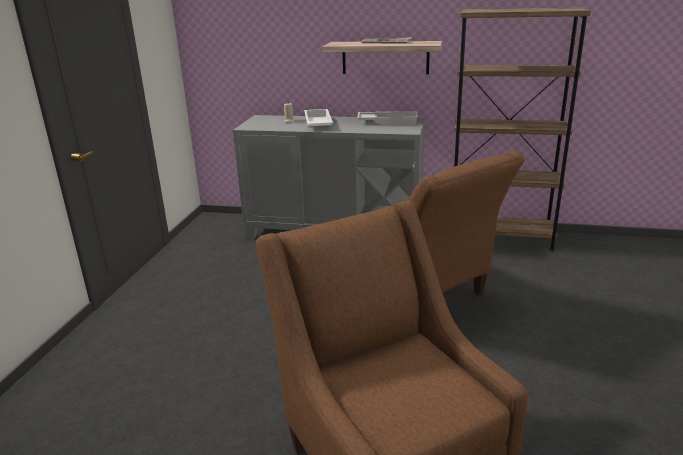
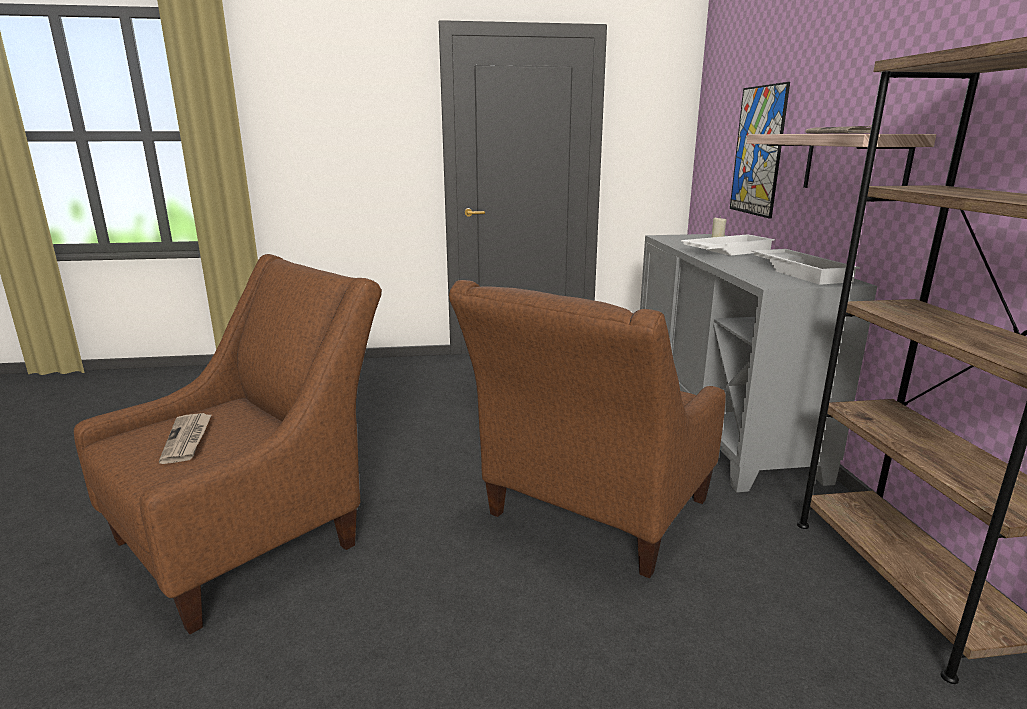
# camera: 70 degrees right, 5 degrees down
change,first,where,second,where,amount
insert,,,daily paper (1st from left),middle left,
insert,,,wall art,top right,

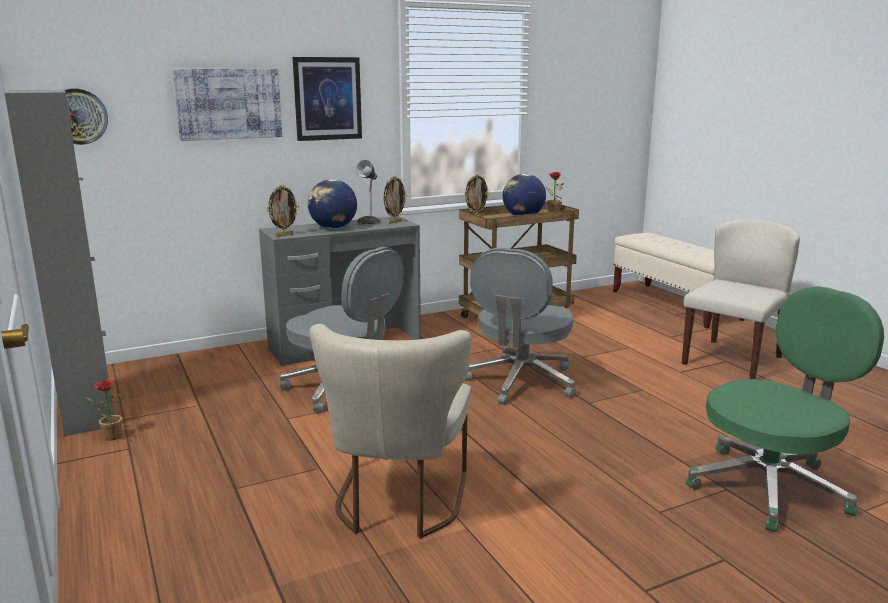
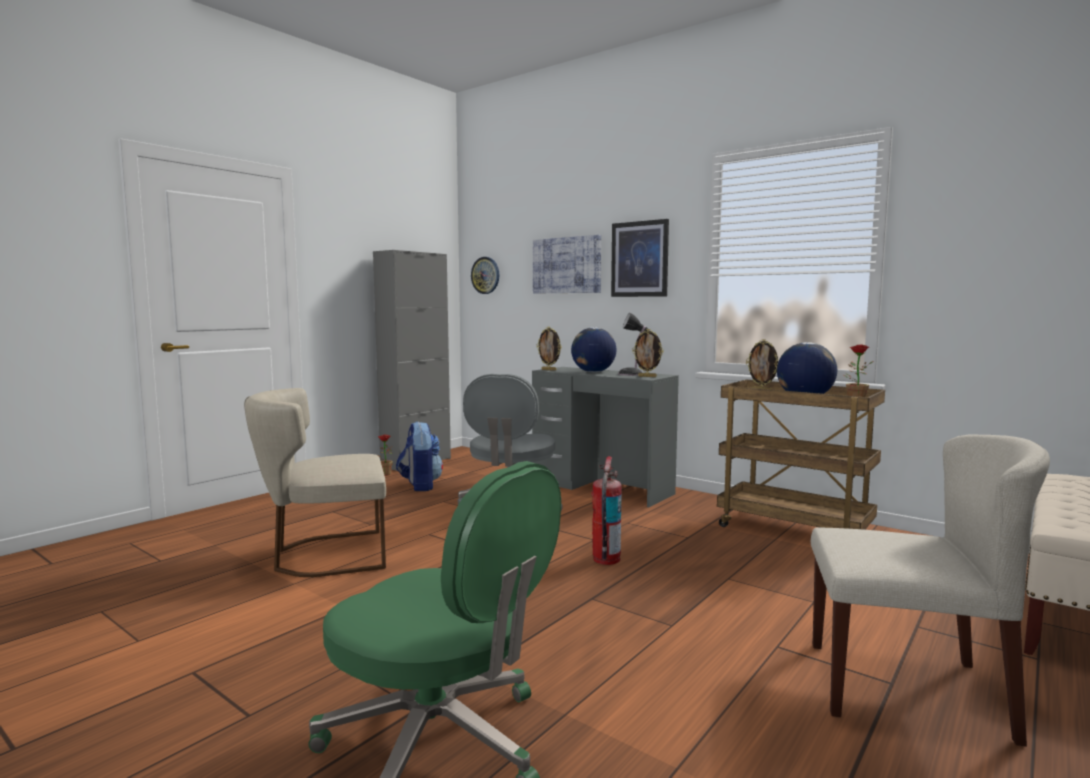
# camera: 65 degrees right, 10 degrees down
change,first,where,second,where,amount
replace,computer chair (grey) (2nd from left),centre,fire extinguisher,centre,
insert,,,rucksack,centre,

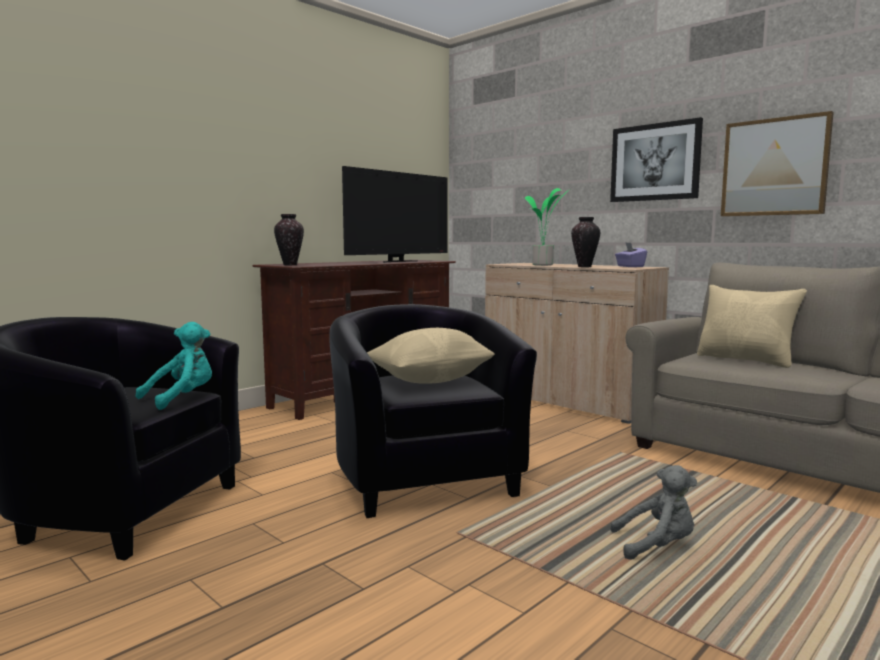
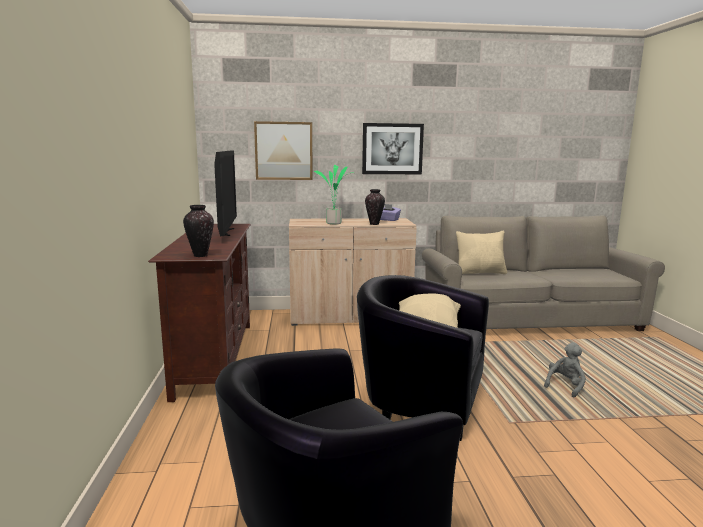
# camera: 50 degrees left, 5 degrees up
change,first,where,second,where,amount
delete,cuddly toy (turquoise-coloured),middle left,,,
move,wall art (2nd from left in the first image),top right,wall art (1st from left),top centre,

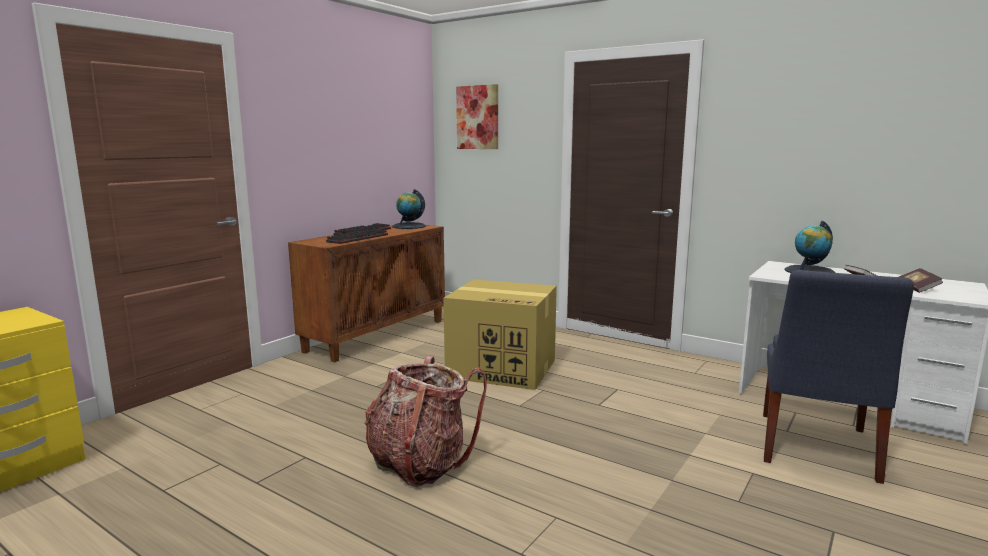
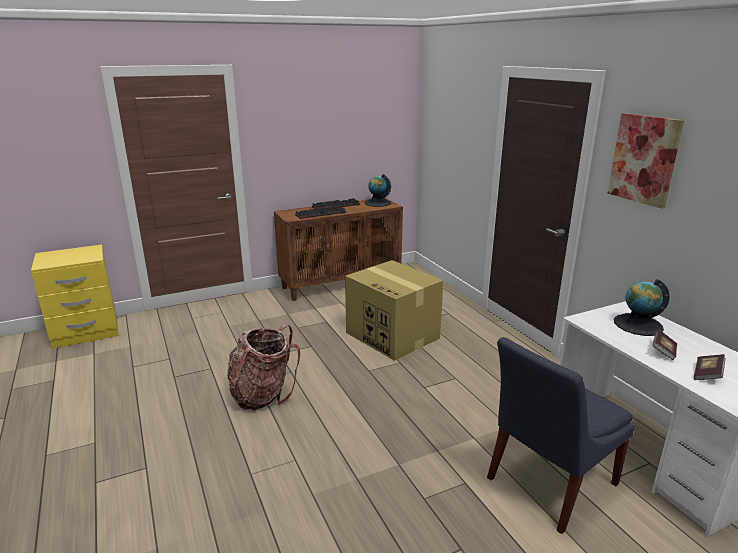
# camera: 30 degrees right, 10 degrees up
change,first,where,second,where,amount
move,wall art,top centre,,top right,

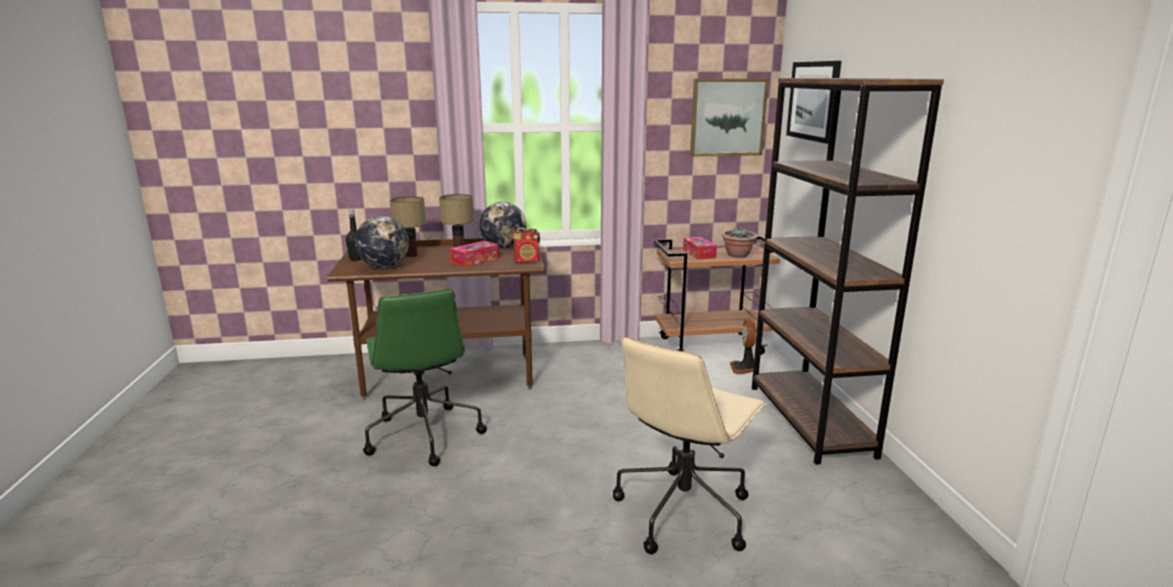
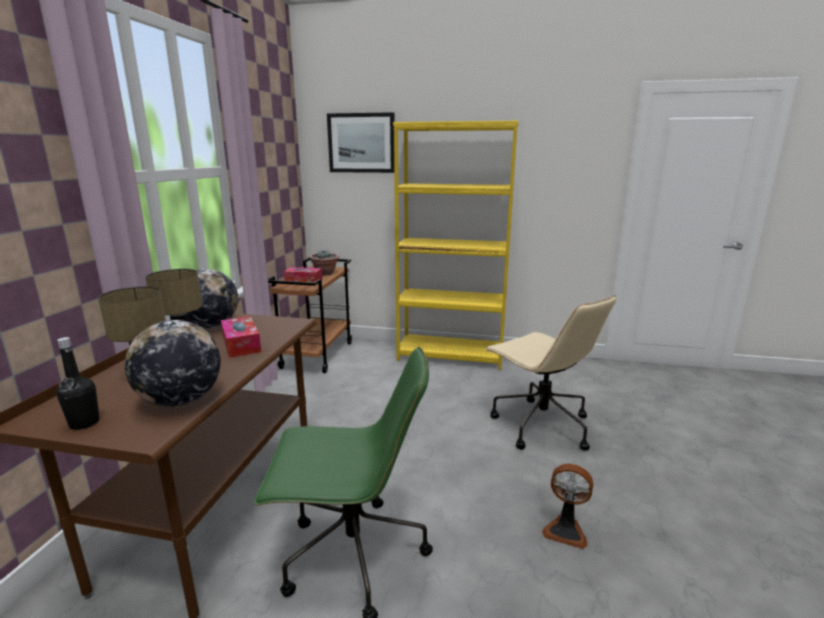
# camera: 70 degrees left, 0 degrees up
change,first,where,second,where,amount
delete,radio,centre,,,
delete,wall art (1st from left),top centre,,,
move,cooling fan,centre,,bottom right,
recolor,bookcase (brown-coloured),middle right,bookcase (yellowish),centre,

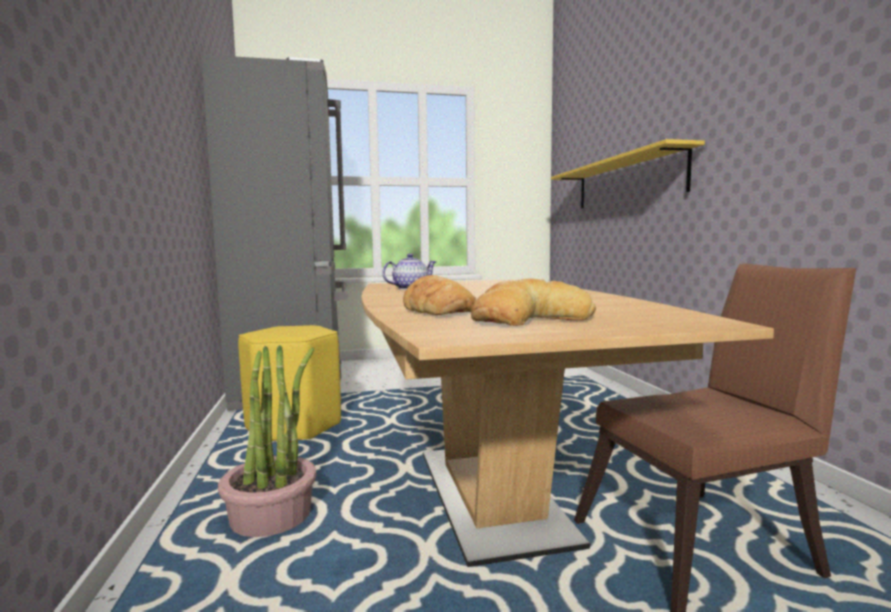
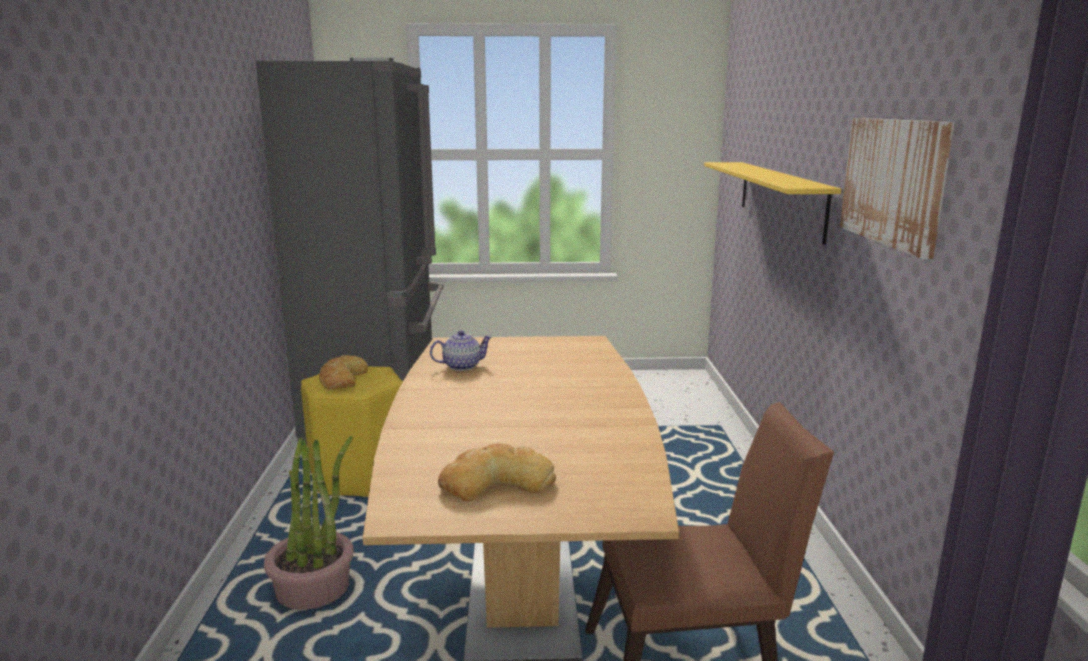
# camera: 10 degrees right, 10 degrees up
change,first,where,second,where,amount
move,bread (1st from left),centre,,middle left,
insert,,,wall art,top right,

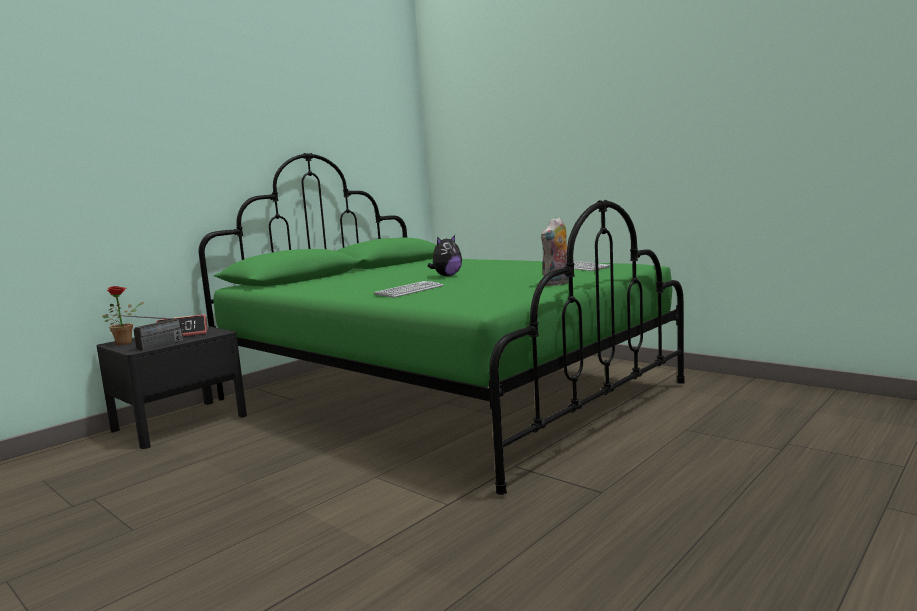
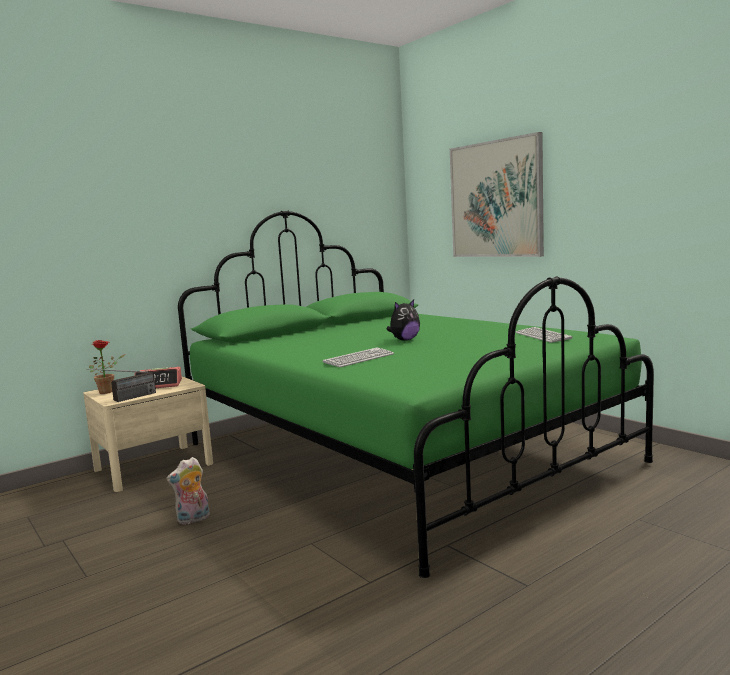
# camera: 10 degrees right, 0 degrees up
change,first,where,second,where,amount
recolor,bedside table (black-coloured),middle left,bedside table (sand-coloured),middle left,
move,cuddly toy (2nd from left in the first image),centre,cuddly toy (1st from left),bottom left,
insert,,,wall art,top right,

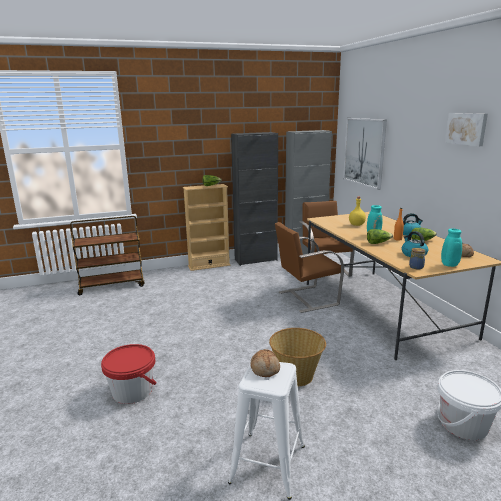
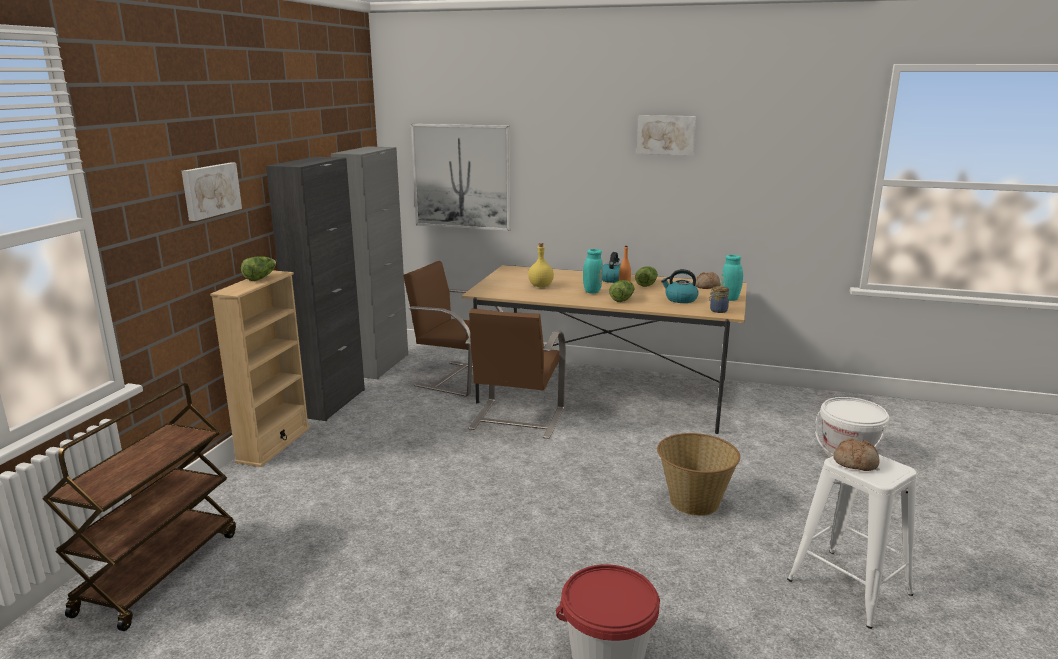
# camera: 55 degrees left, 0 degrees up
change,first,where,second,where,amount
insert,,,wall art (1st from left),top left,

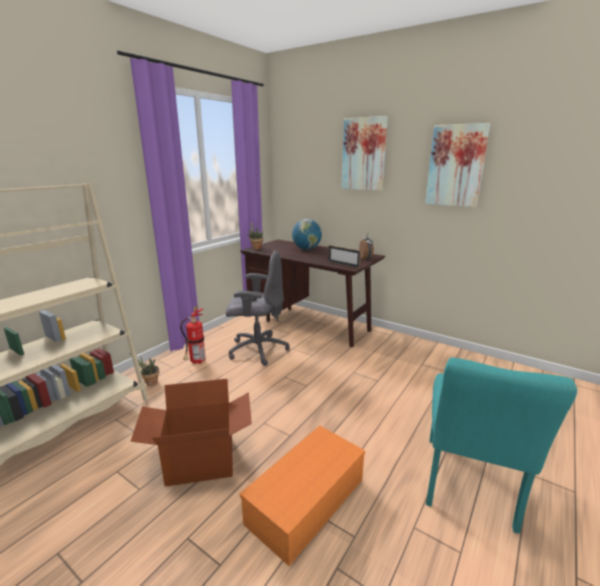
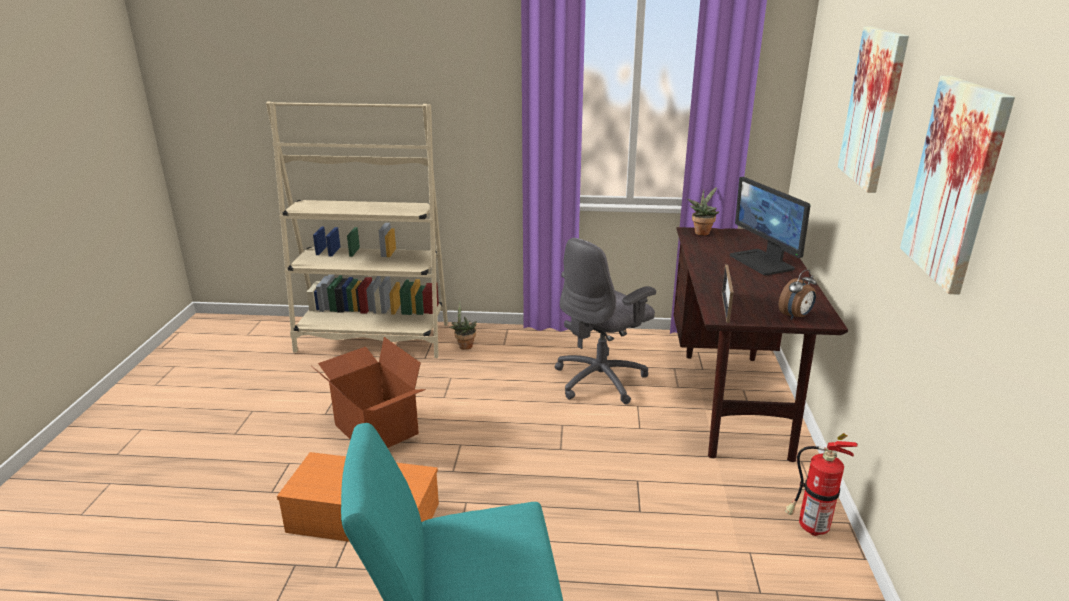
# camera: 60 degrees right, 5 degrees up
change,first,where,second,where,amount
move,fire extinguisher,middle left,,bottom right,
rotate,computer chair (grey),centre,,centre,75 degrees clockwise
replace,desk globe,centre,monitor,middle right,

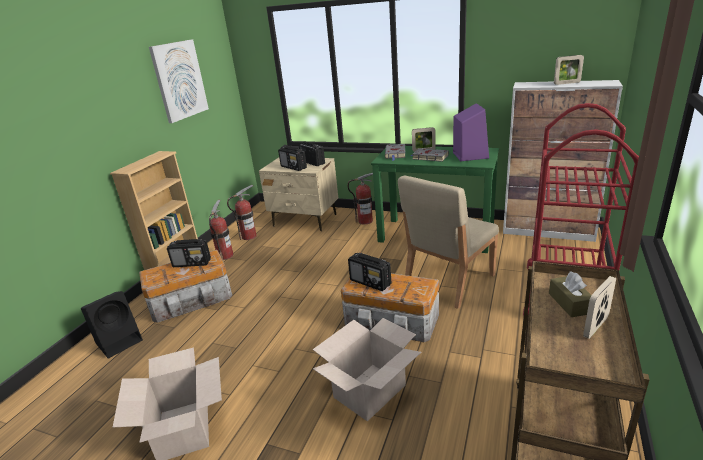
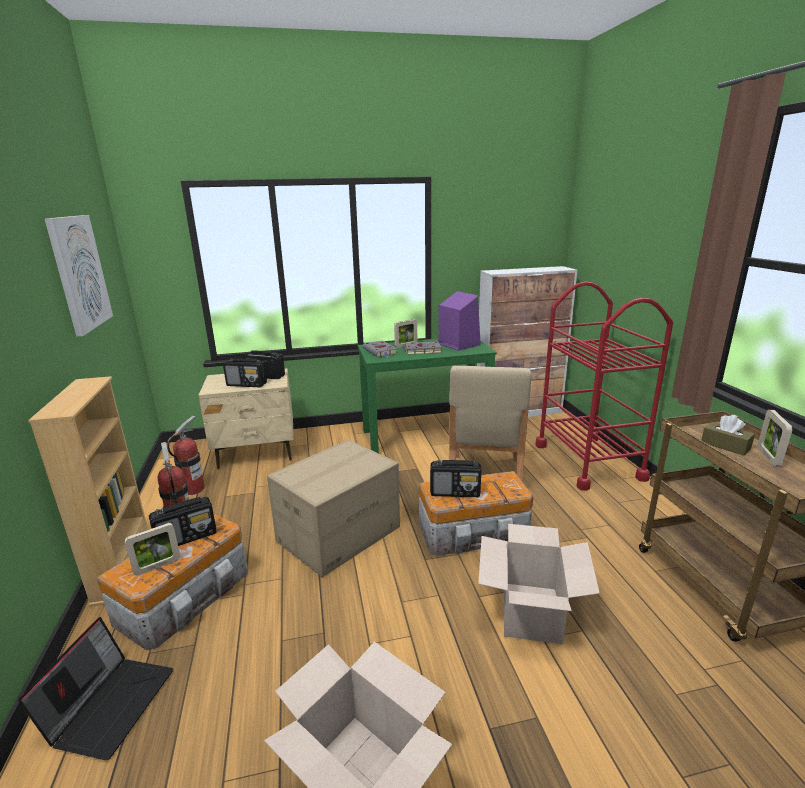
# camera: 35 degrees left, 5 degrees down
change,first,where,second,where,amount
replace,loudspeaker (black-coloured),bottom left,portable computer,bottom left,
delete,fire extinguisher (3rd from left),centre,,,
move,picture frame (2nd from left in the first image),top right,picture frame (1st from left),bottom left,
insert,,,carton (1st from left),centre,

